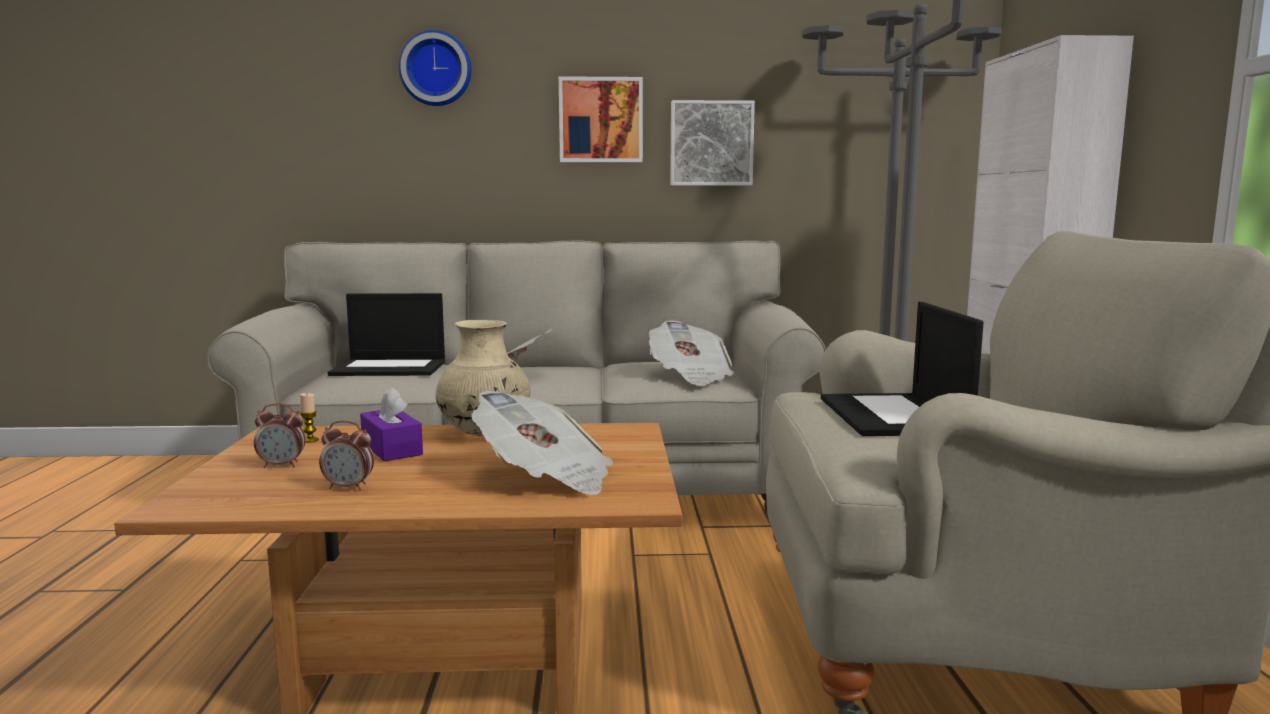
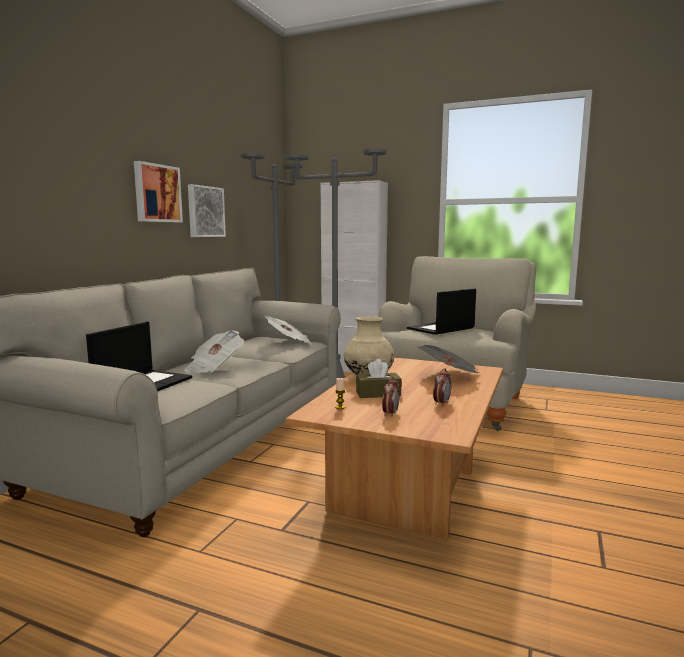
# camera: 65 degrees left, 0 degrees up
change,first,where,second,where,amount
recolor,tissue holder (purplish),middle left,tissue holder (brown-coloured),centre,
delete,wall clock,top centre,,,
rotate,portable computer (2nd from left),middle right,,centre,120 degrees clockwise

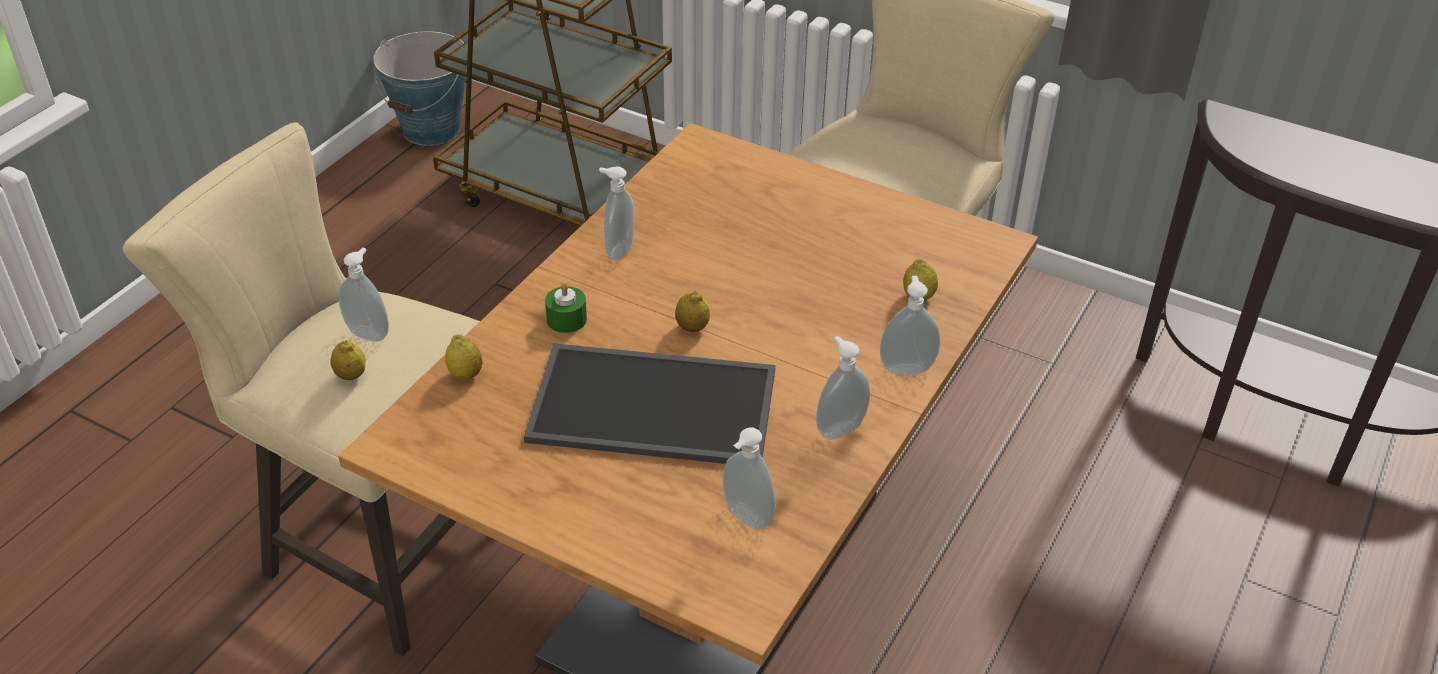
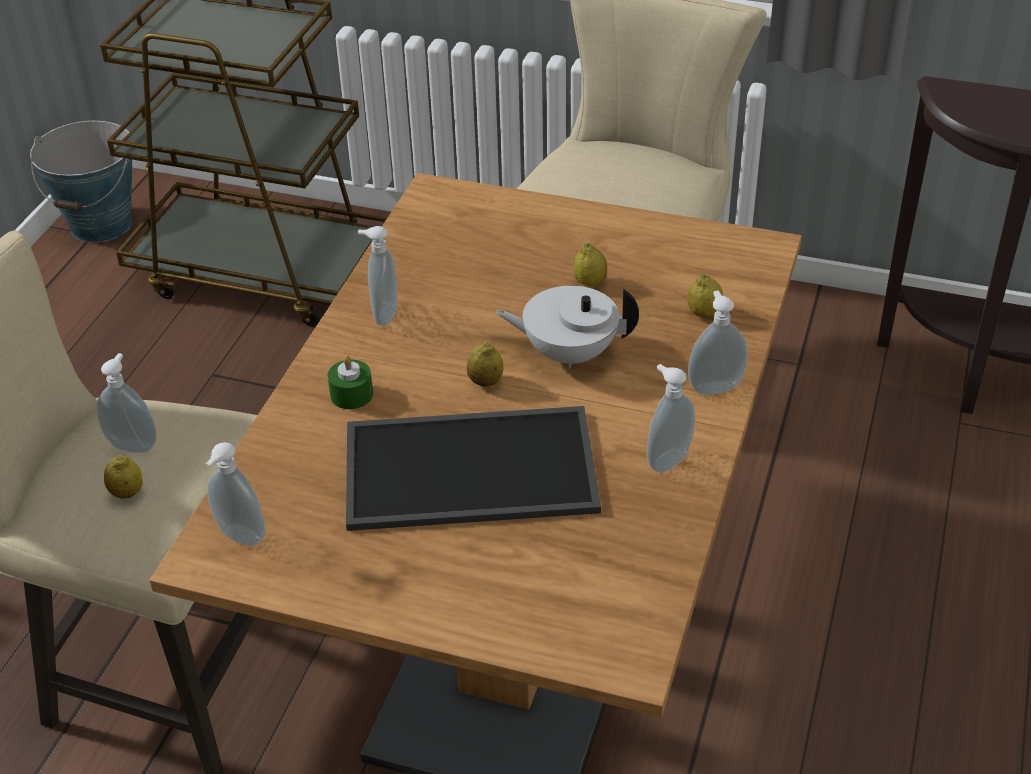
# camera: 10 degrees left, 0 degrees up
change,first,where,second,where,amount
move,whole lemon (2nd from left in the first image),middle left,whole lemon (3rd from left),centre,
move,soap bottle (3rd from left in the first image),bottom centre,soap bottle (2nd from left),middle left,
insert,,,teapot (white-coloured),centre,

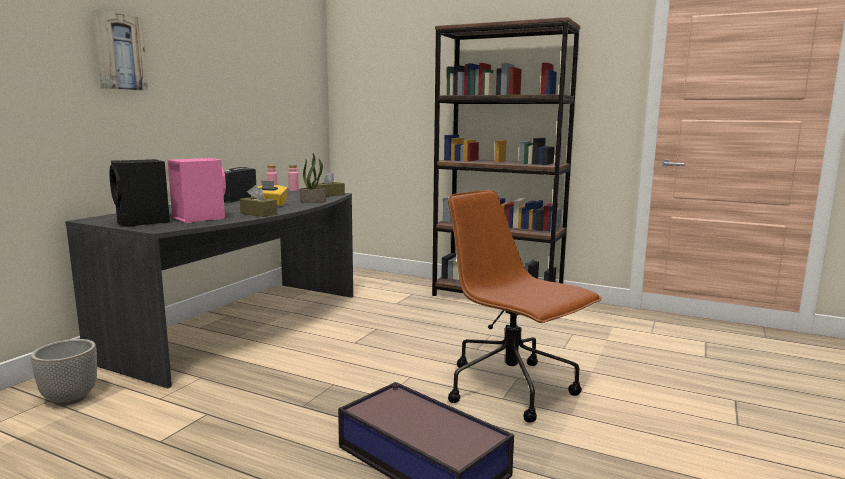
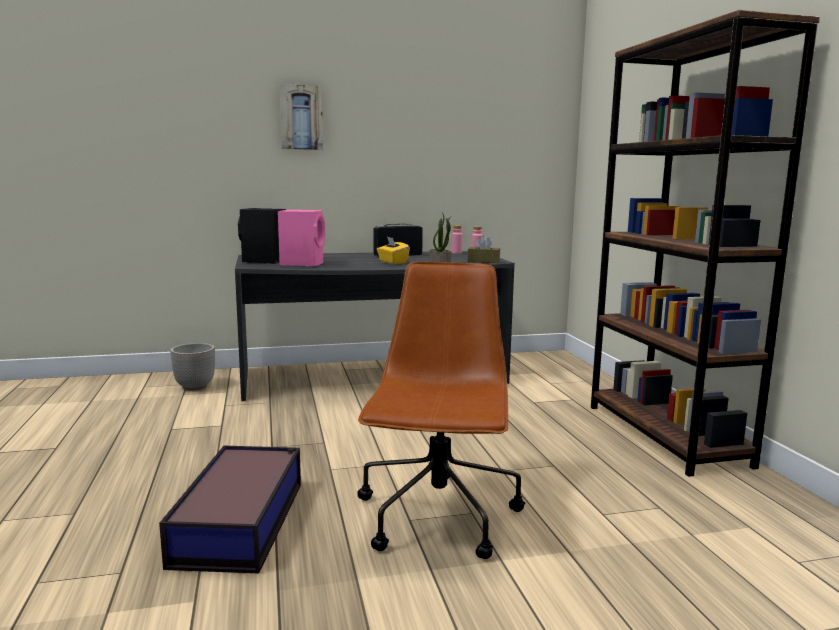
# camera: 50 degrees right, 0 degrees up
change,first,where,second,where,amount
delete,tissue holder (brown-coloured) (1st from left),middle left,,,

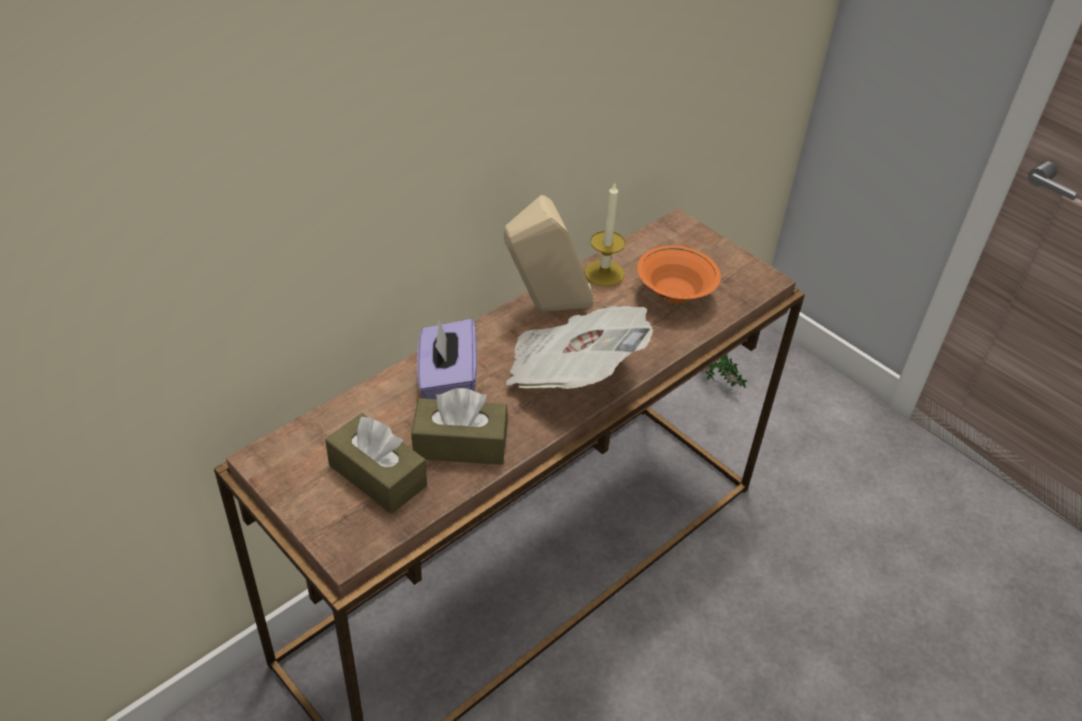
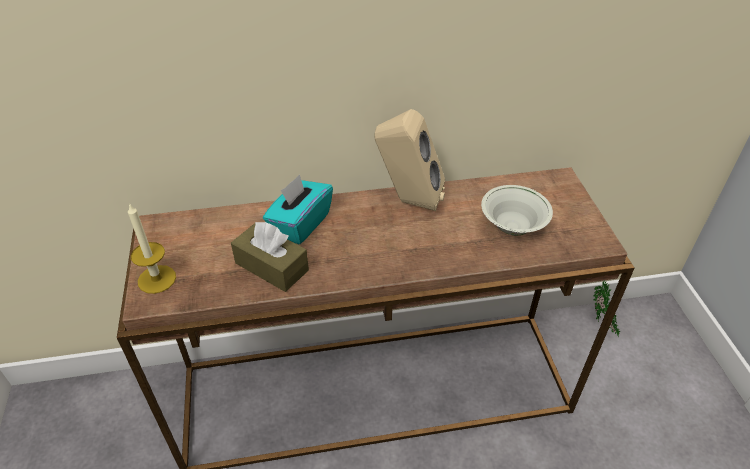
# camera: 35 degrees right, 0 degrees up
change,first,where,second,where,amount
delete,tissue holder (brown-coloured) (1st from left),centre,,,
recolor,tissue holder (purplish),centre,tissue holder (turquoise-coloured),centre,
delete,daily paper,centre,,,
move,wax light,top centre,,middle left,
recolor,deep dish (orange-coloured),centre,deep dish (white-coloured),middle right,

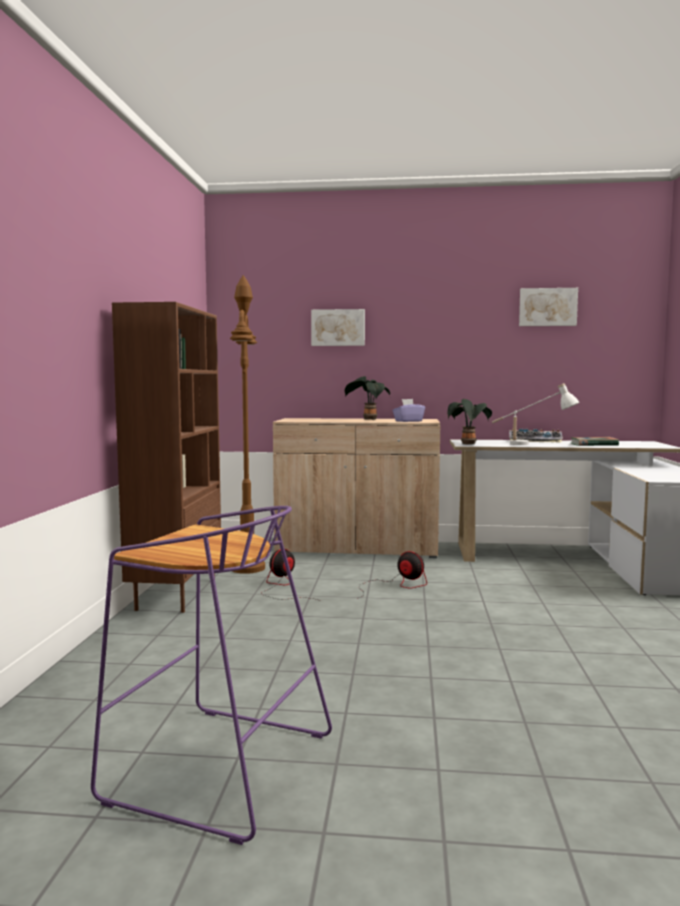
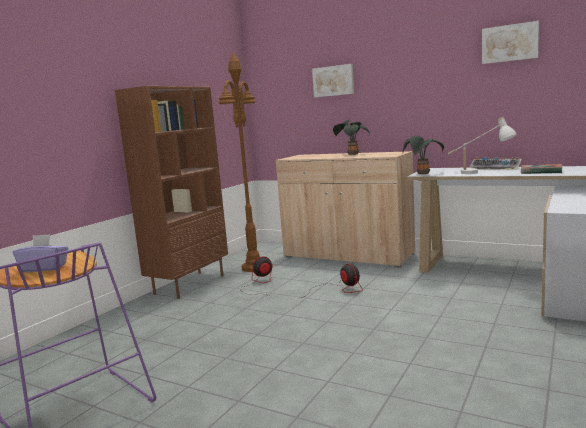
# camera: 25 degrees right, 5 degrees up
change,first,where,second,where,amount
move,tissue holder (purplish),centre,,middle left,

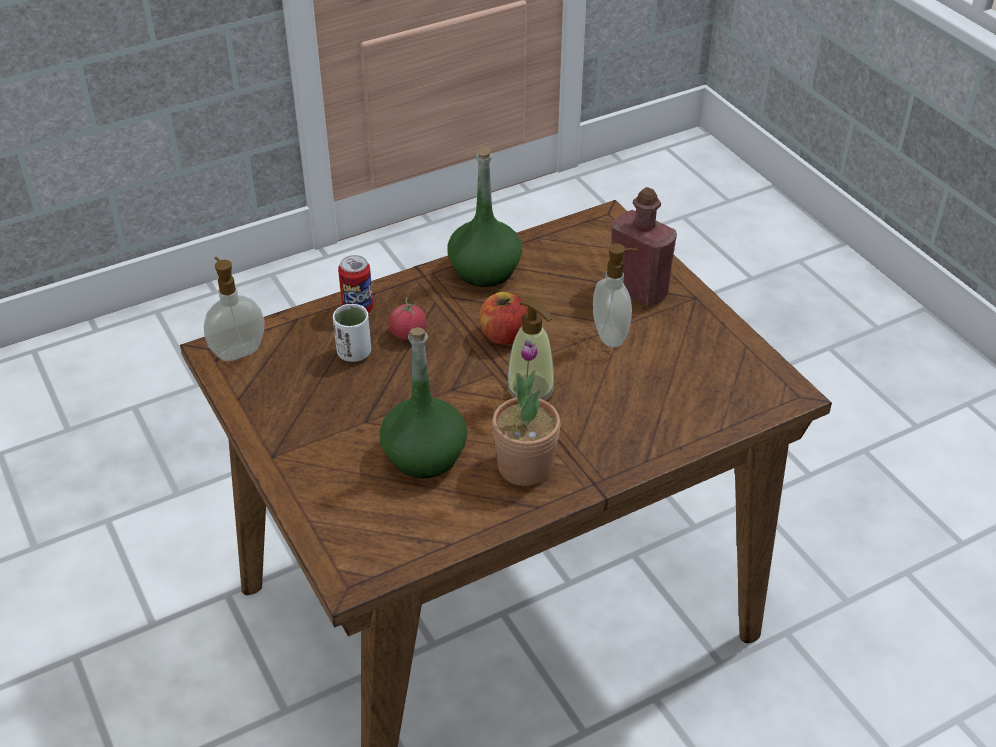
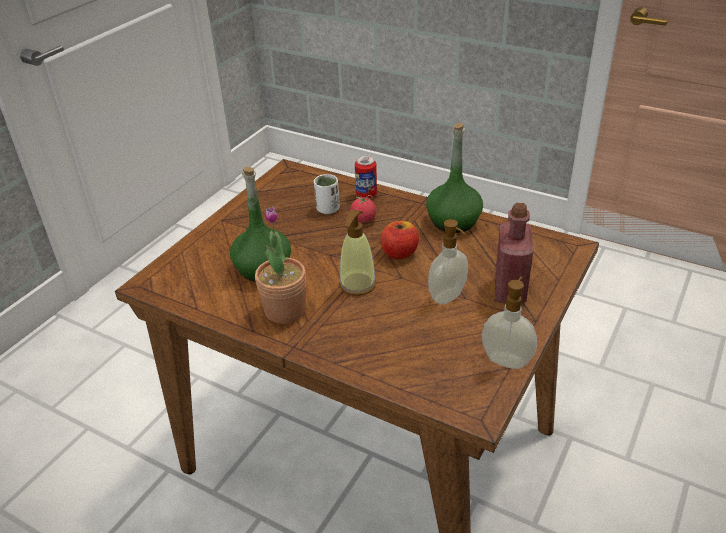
# camera: 60 degrees right, 5 degrees down
change,first,where,second,where,amount
move,soap bottle (1st from left in the first image),middle left,soap bottle (3rd from left),middle right,

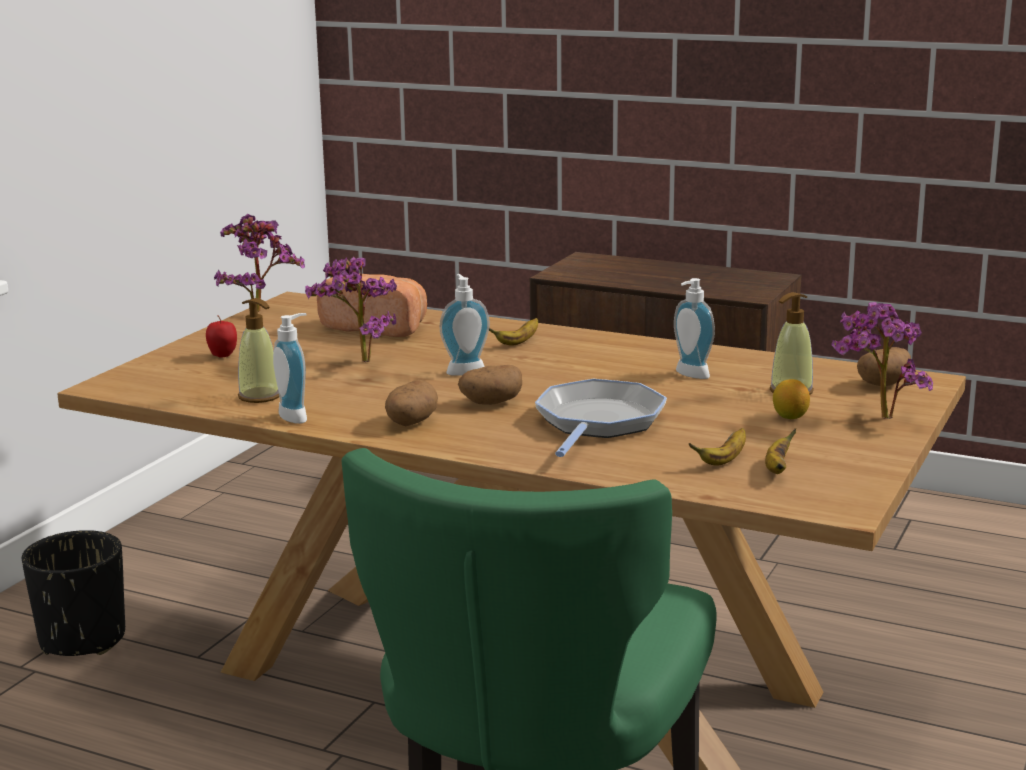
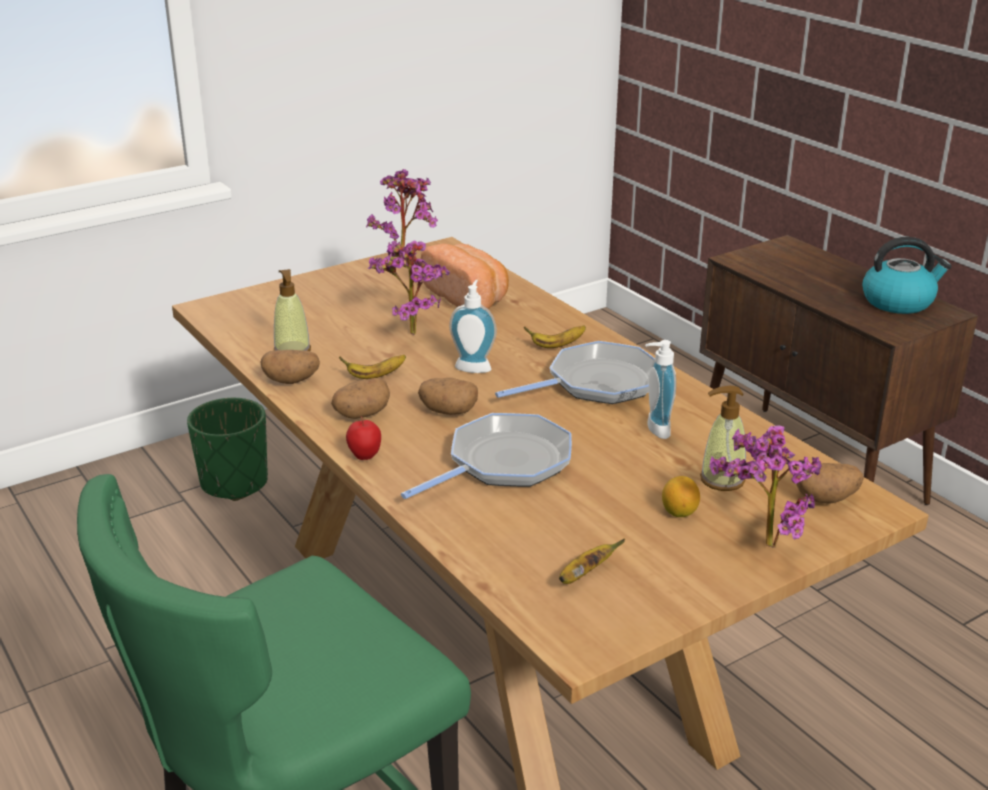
# camera: 30 degrees right, 10 degrees up
change,first,where,second,where,amount
recolor,planter (black-coloured),bottom left,planter (green),middle left,
move,apple,middle left,,centre,
replace,soap bottle (2nd from left),middle left,whole potato (1st from left),middle left,
move,banana fruit (2nd from left in the first image),middle right,banana fruit (1st from left),centre,
insert,,,pan (2nd from left),centre,
insert,,,water kettle,middle right,

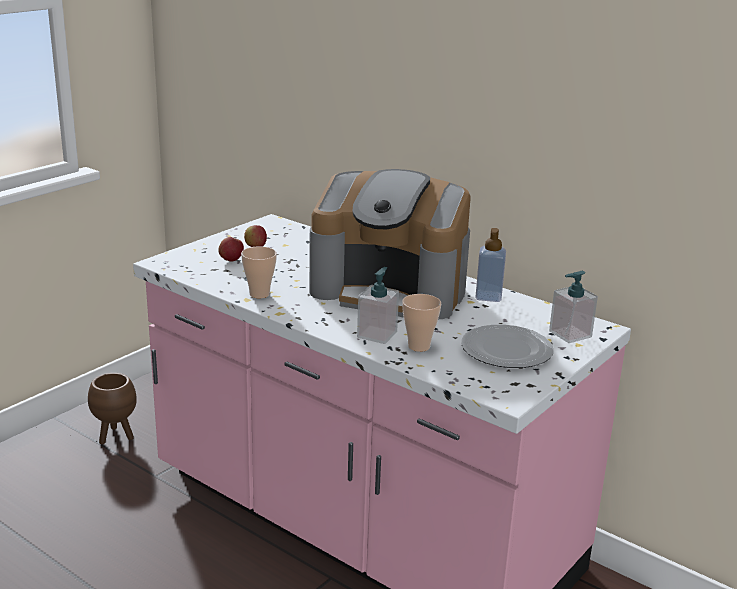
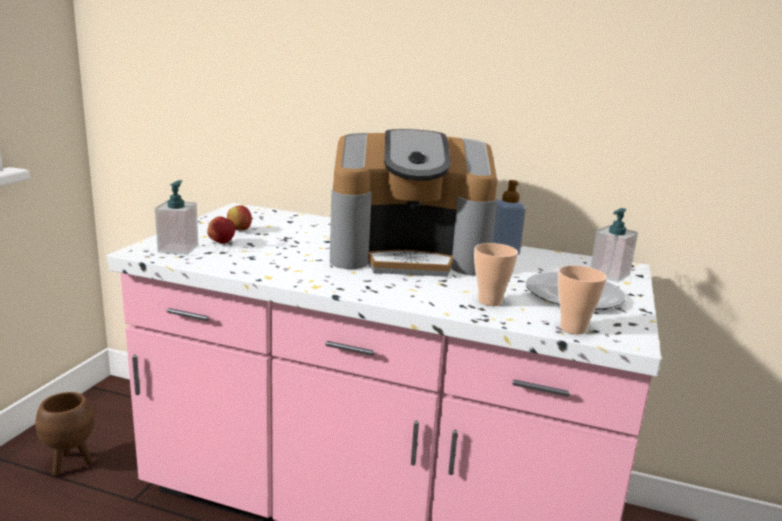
# camera: 20 degrees left, 5 degrees down
change,first,where,second,where,amount
move,drinking cup (1st from left in the first image),centre,drinking cup (2nd from left),middle right,
move,soap bottle (1st from left),centre,,middle left,

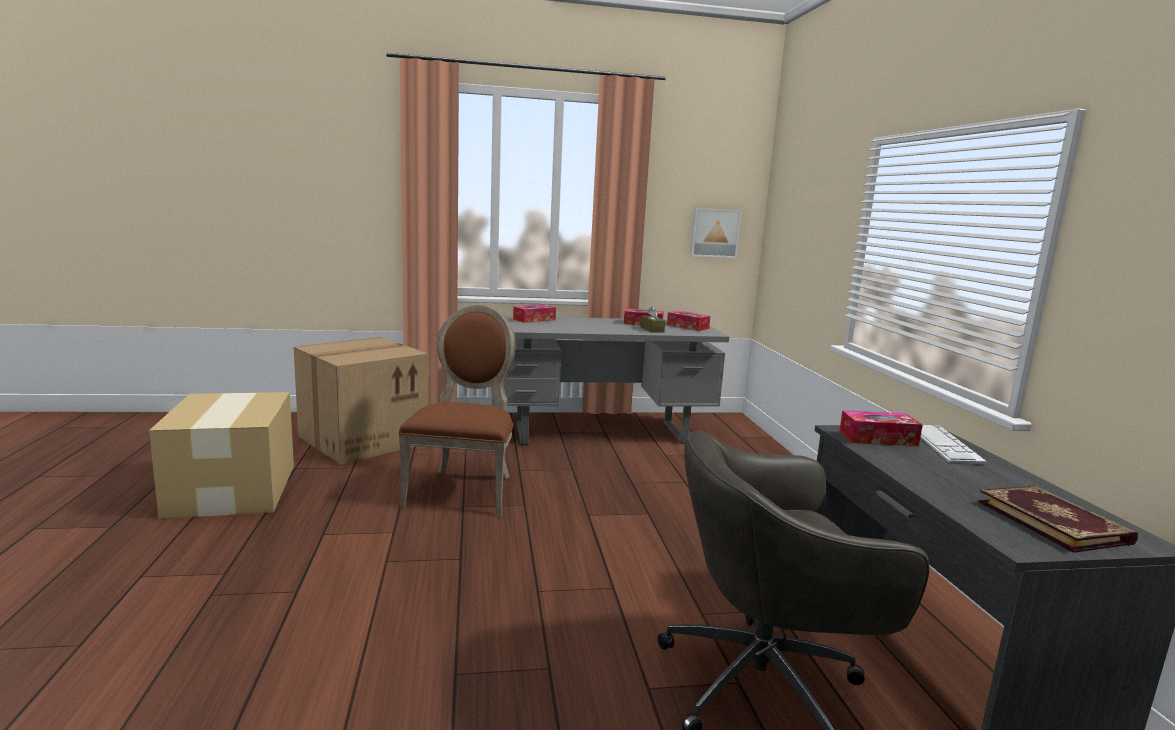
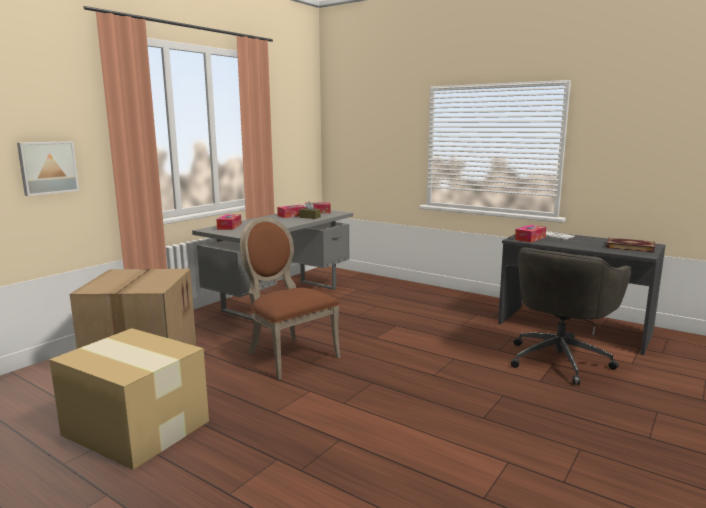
# camera: 45 degrees left, 0 degrees up
change,first,where,second,where,amount
move,wall art,top centre,,top left,

